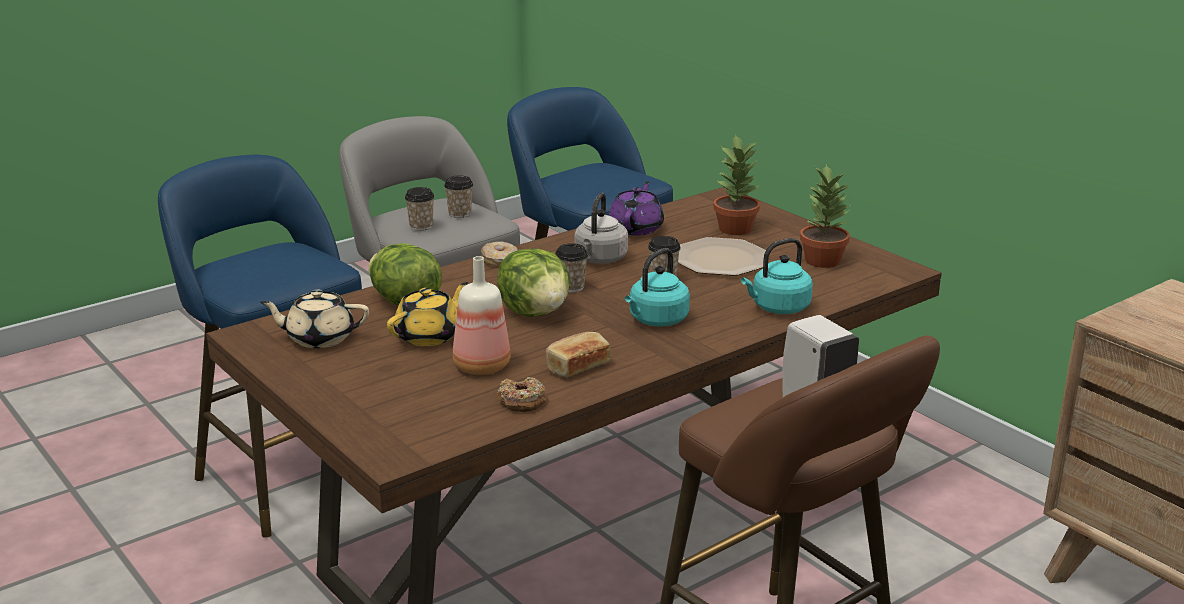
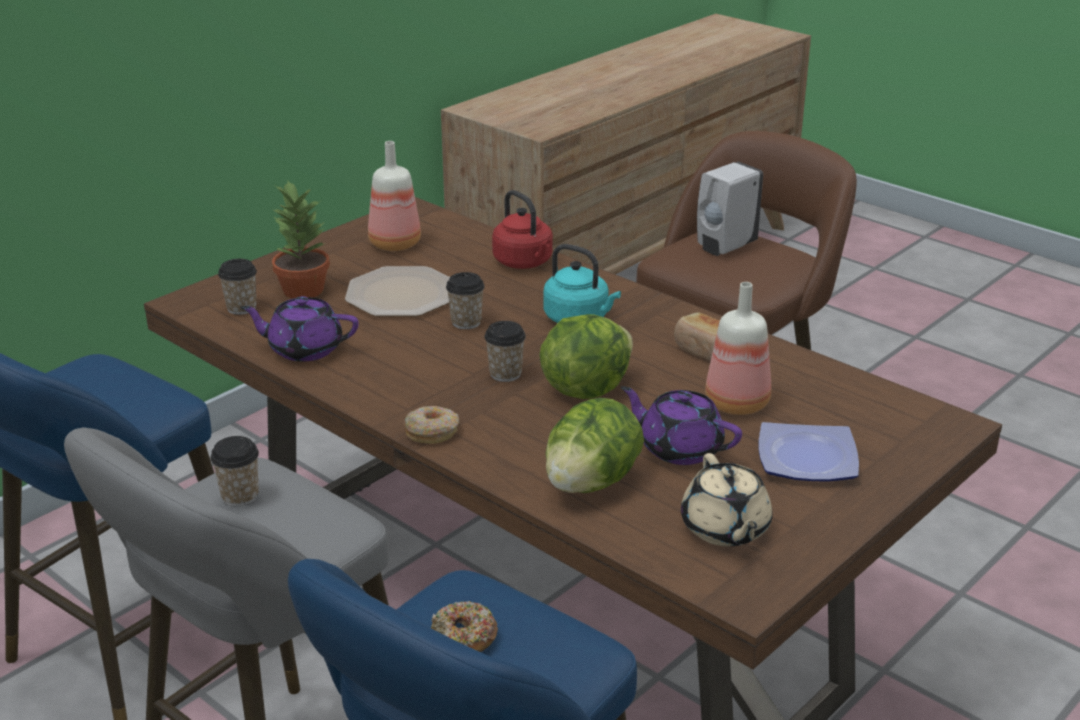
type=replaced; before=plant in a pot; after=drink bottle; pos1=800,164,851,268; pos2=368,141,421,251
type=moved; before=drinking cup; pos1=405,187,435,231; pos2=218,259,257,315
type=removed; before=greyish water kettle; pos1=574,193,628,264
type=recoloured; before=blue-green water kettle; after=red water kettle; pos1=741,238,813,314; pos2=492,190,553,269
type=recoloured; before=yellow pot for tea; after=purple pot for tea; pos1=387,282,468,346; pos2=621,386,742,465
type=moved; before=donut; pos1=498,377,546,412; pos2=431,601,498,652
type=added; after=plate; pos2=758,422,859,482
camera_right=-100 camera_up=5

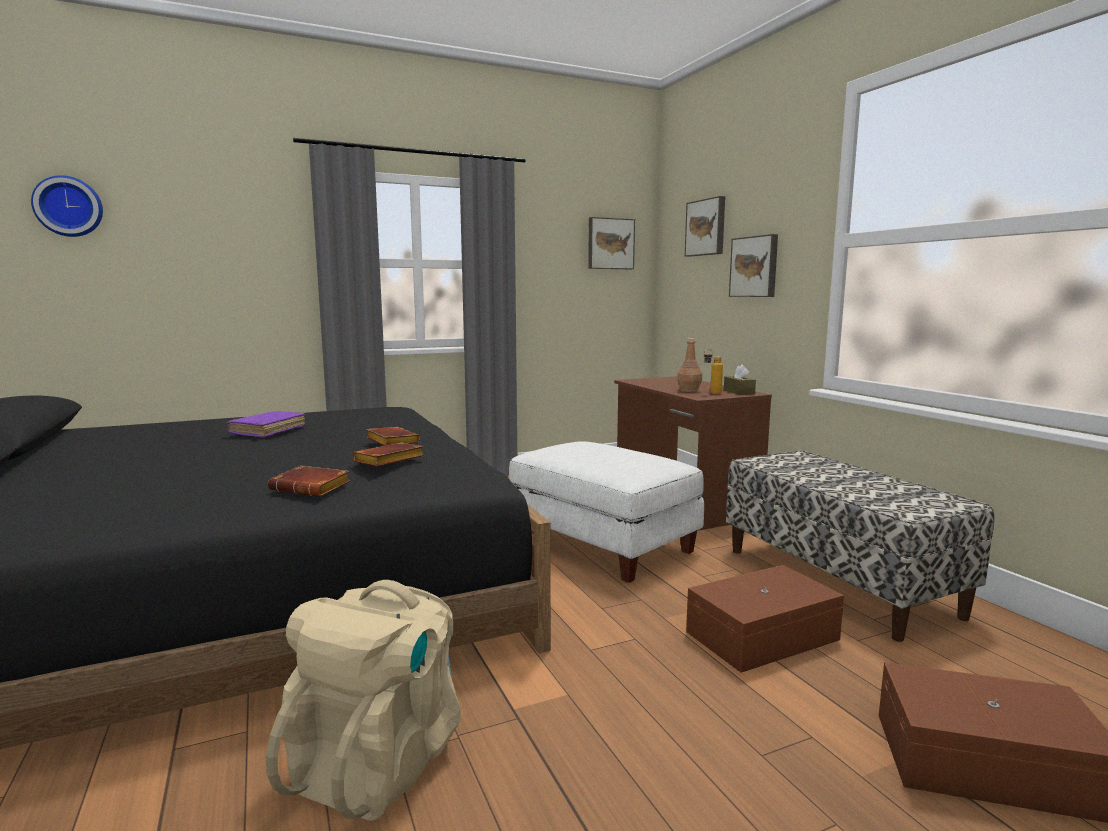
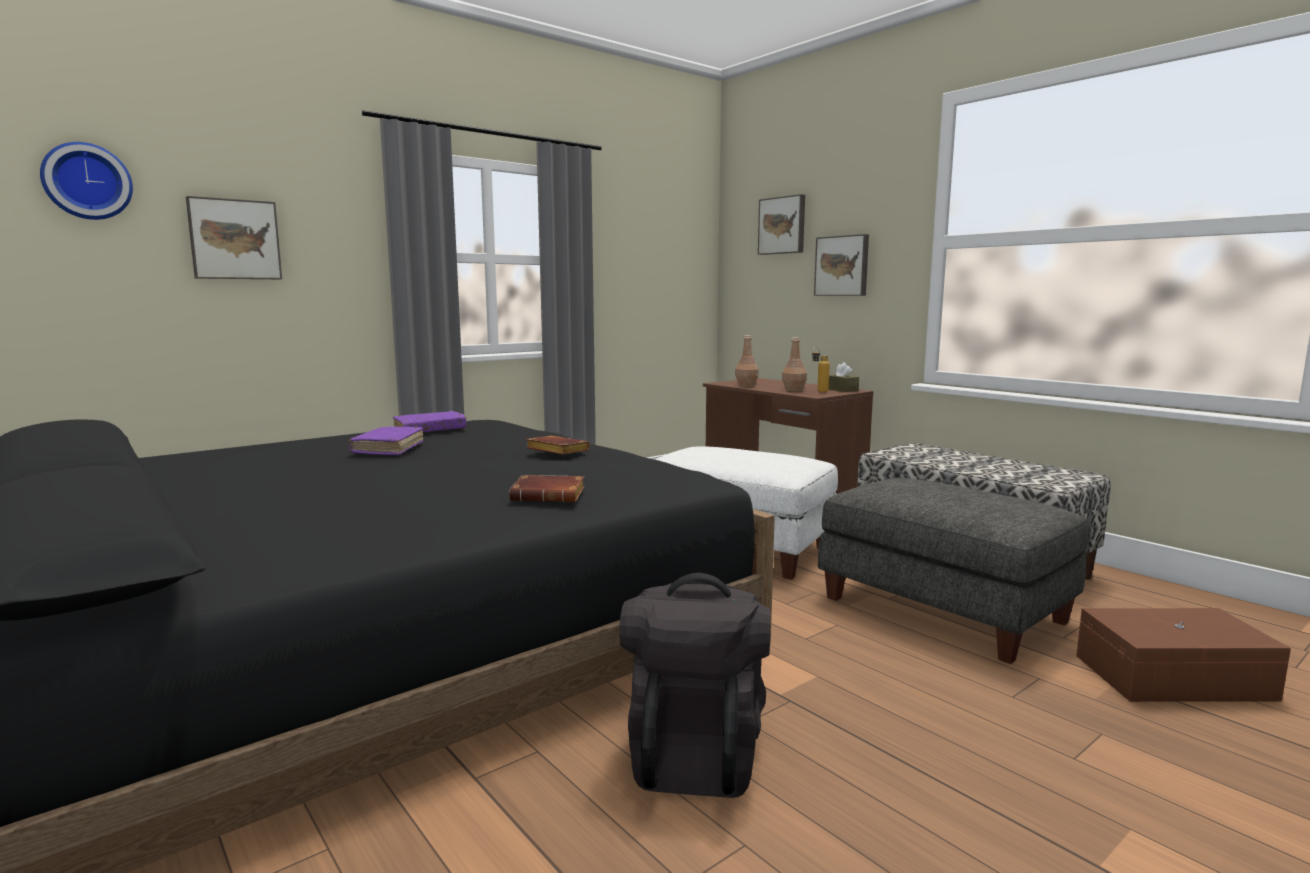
type=moved; before=wall picture; pos1=588,217,635,269; pos2=186,196,282,279
type=removed; before=brown volume; pos1=353,442,424,466
type=replaced; before=brown storage bin; after=greyish footrest; pos1=686,565,844,673; pos2=818,478,1090,664
type=recoloured; before=beige-coloured knapsack; after=black-coloured knapsack; pos1=266,580,460,821; pos2=619,573,770,798
type=added; after=brown drink bottle; pos2=735,335,759,387
type=added; after=purple volume; pos2=393,411,466,432
camera_right=-15 camera_up=0

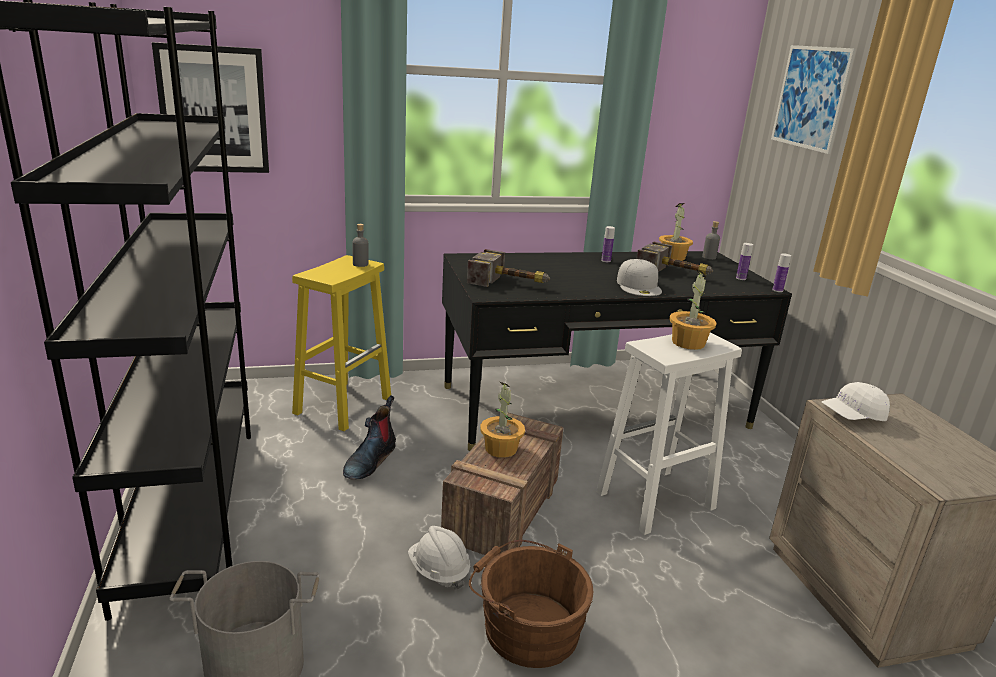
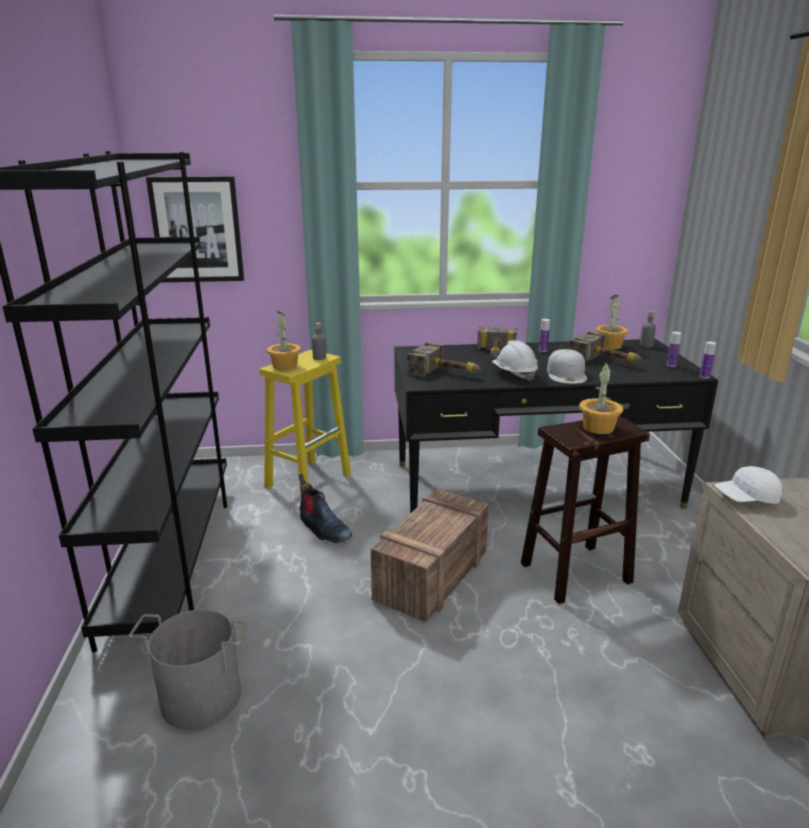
type=removed; before=wall picture; pos1=771,45,856,154
type=recoloured; before=white stool seat; after=brown stool seat; pos1=596,333,742,535; pos2=521,416,650,604
type=moved; before=plant in a pot; pos1=480,382,525,458; pos2=267,311,301,370
type=turned; before=high-top boot; pos1=343,396,396,479; pos2=299,474,352,543; turn=-75
type=moved; before=white safety helmet; pos1=408,526,470,590; pos2=492,340,538,381
type=removed; before=brown bucket; pos1=469,540,593,668
type=added; after=tool hammer; pos2=477,326,517,358
camera_right=10 camera_up=0

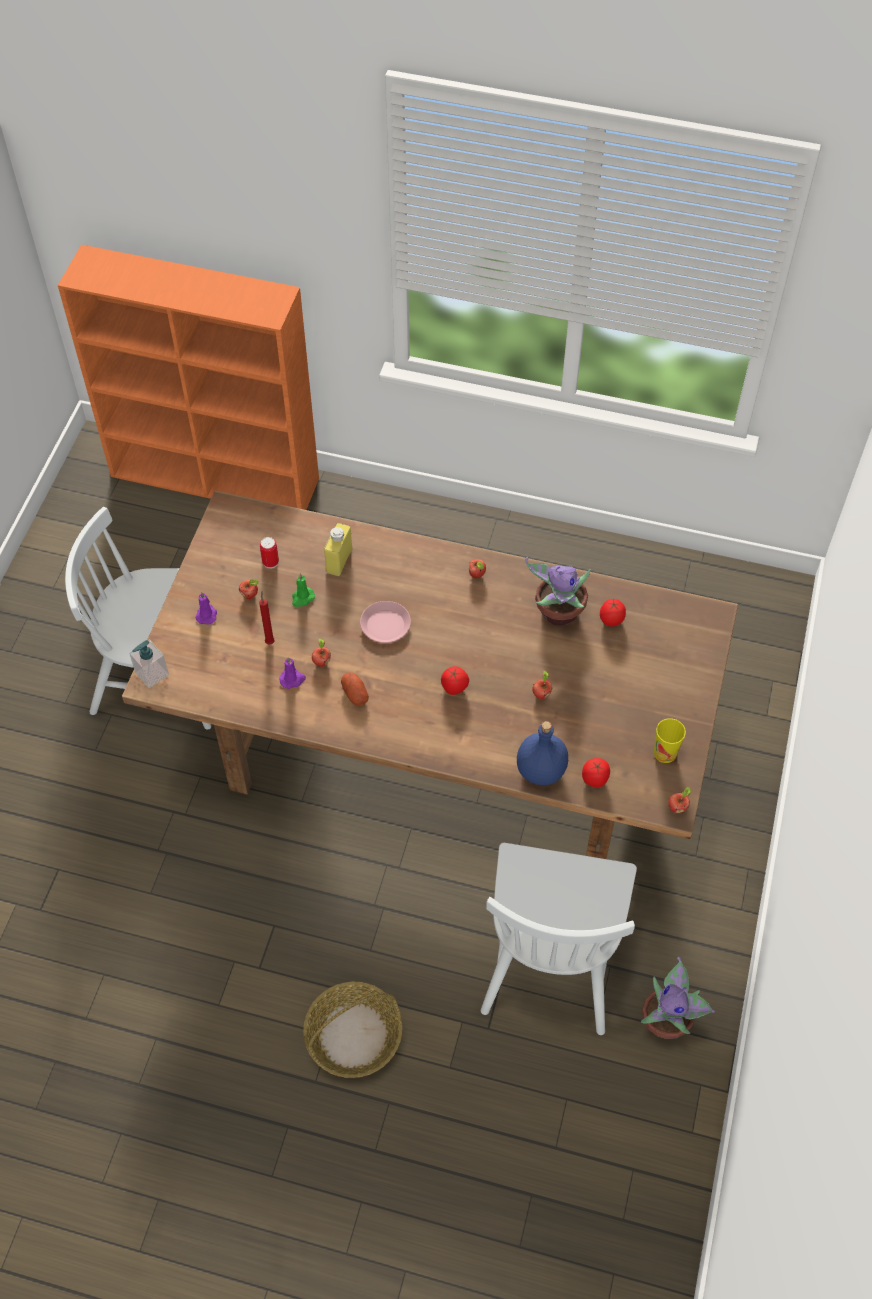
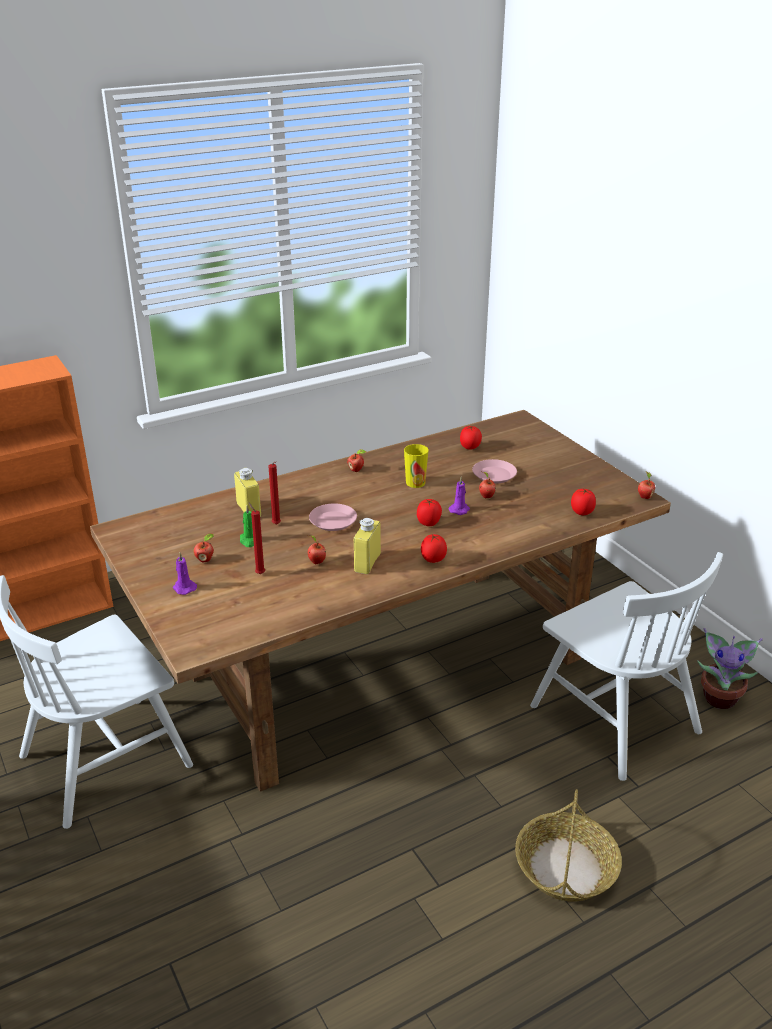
type=removed; before=can; pos1=260,537,279,569
type=removed; before=plant in a pot; pos1=525,557,591,626
type=removed; before=soap bottle; pos1=129,640,169,688
type=moved; before=purple candle; pos1=279,657,306,689; pos2=449,477,470,515
type=replaced; before=whole potato; after=yellow drink bottle; pos1=341,673,369,706; pos2=354,518,381,574
type=moved; before=drinking cup; pos1=654,718,686,763; pos2=404,444,429,488
type=removed; before=blue-coloured drink bottle; pos1=517,721,568,785
type=added; after=pinkish plate; pos2=472,459,517,484
type=added; after=red candle; pos2=268,462,281,525
type=added; after=fresh tomato; pos2=421,534,447,563
camera_right=-45 camera_up=-25

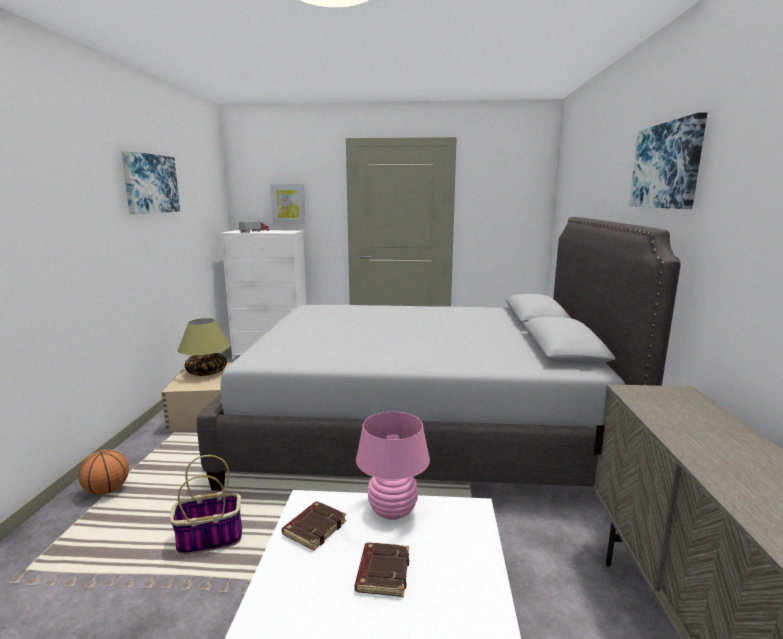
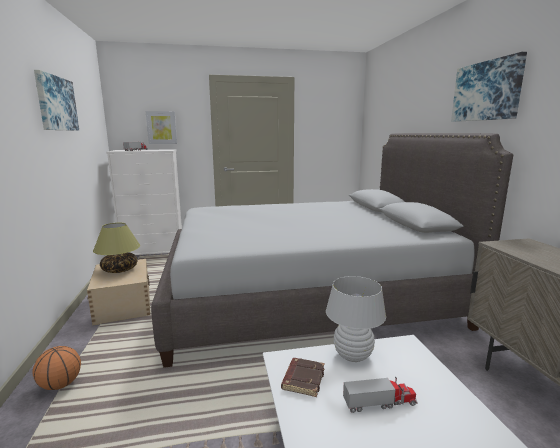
type=recoloured; before=pinkish lamp for a table; after=white lamp for a table; pos1=356,412,430,520; pos2=326,276,386,362
type=removed; before=basket; pos1=170,455,242,555
type=replaced; before=brown volume; after=toy truck; pos1=355,543,409,597; pos2=343,377,418,413
camera_right=-15 camera_up=0

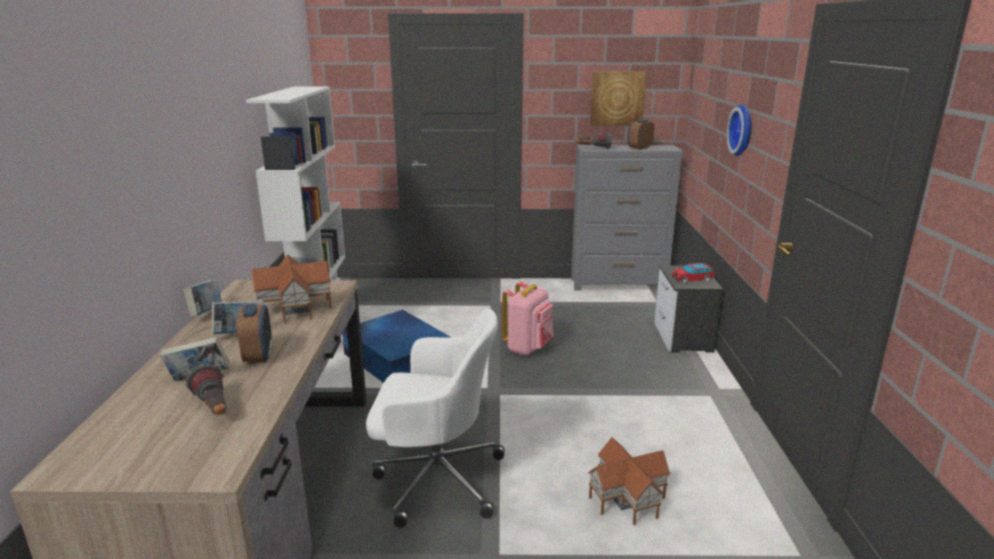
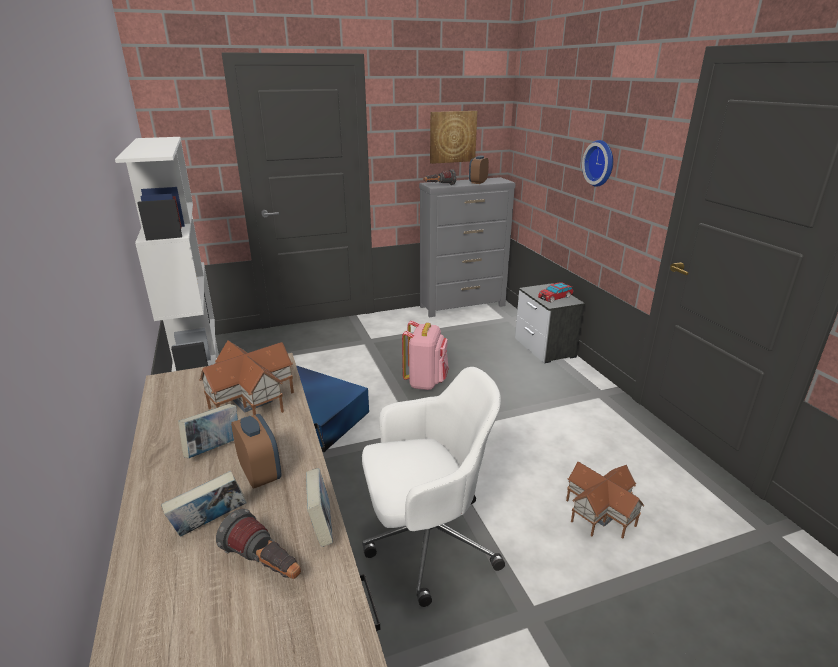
type=moved; before=volume; pos1=183,279,222,317; pos2=306,468,333,547
camera_right=-20 camera_up=5

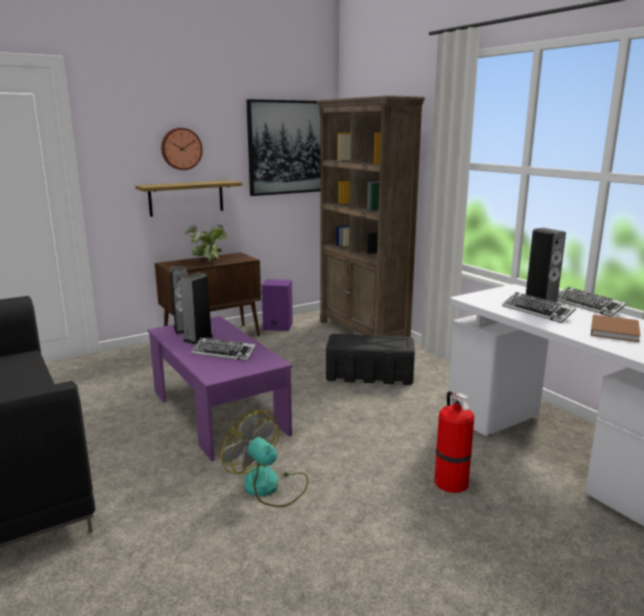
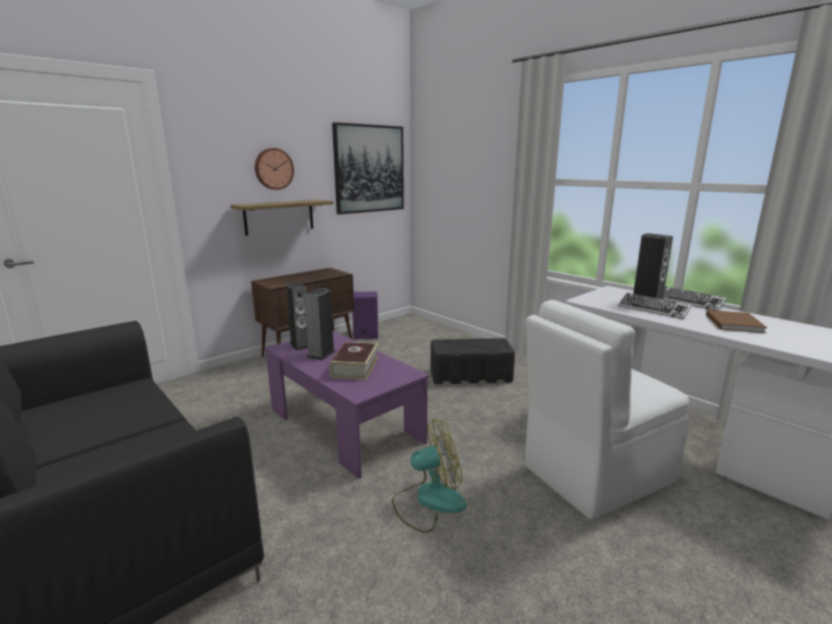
type=removed; before=brown bookcase; pos1=316,95,425,337
type=removed; before=plant in a pot; pos1=185,225,227,262
type=replaced; before=PC keyboard; after=volume; pos1=191,338,256,361; pos2=330,342,378,380
type=replaced; before=extinguisher; after=white plain chair; pos1=434,391,474,493; pos2=525,300,690,520
type=turned; before=fan; pos1=220,410,308,507; pos2=392,418,467,533; turn=135
camera_right=-10 camera_up=0

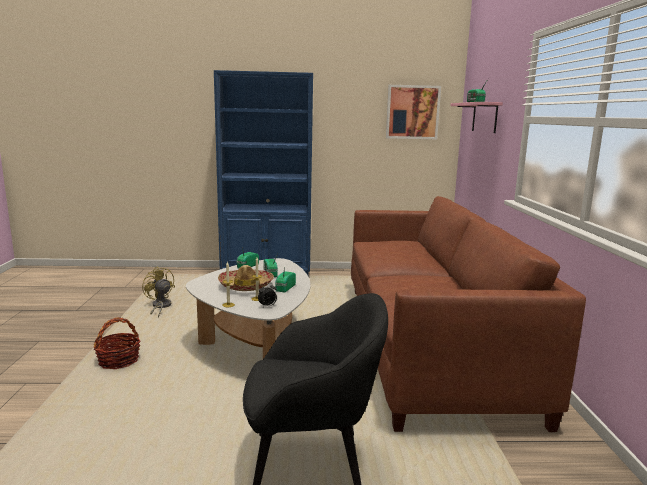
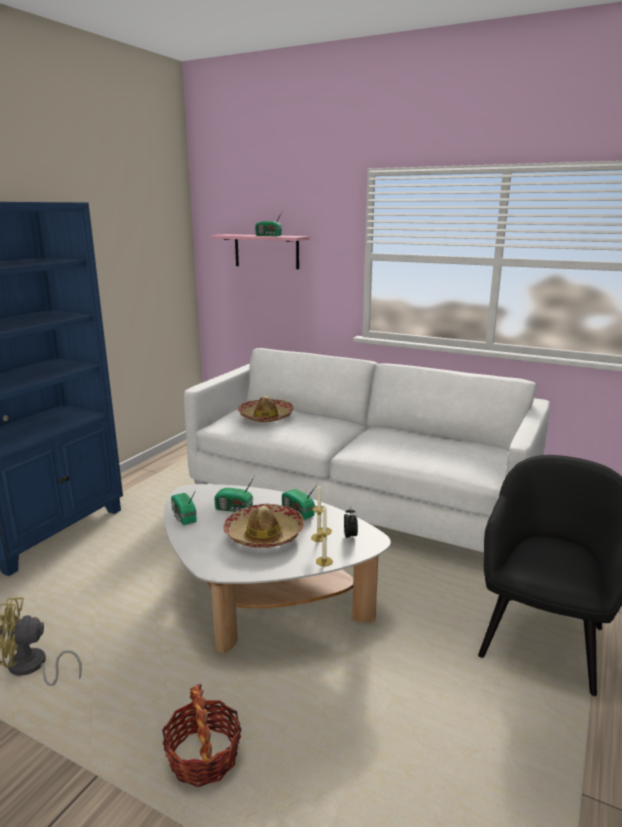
type=removed; before=wall picture; pos1=386,85,441,139
type=recoloured; before=brown couch; after=white couch; pos1=351,196,586,432; pos2=184,348,550,553
type=added; after=hat; pos2=237,396,294,422
camera_right=-60 camera_up=5

